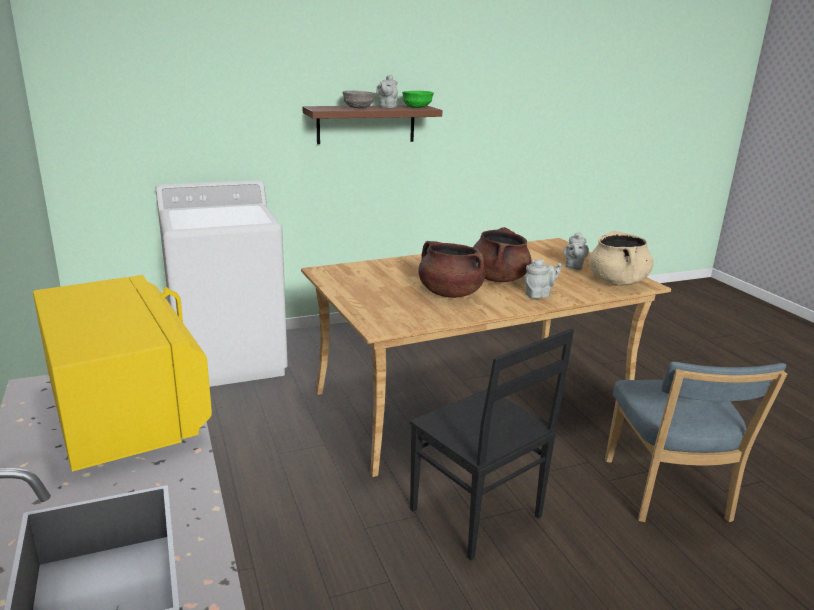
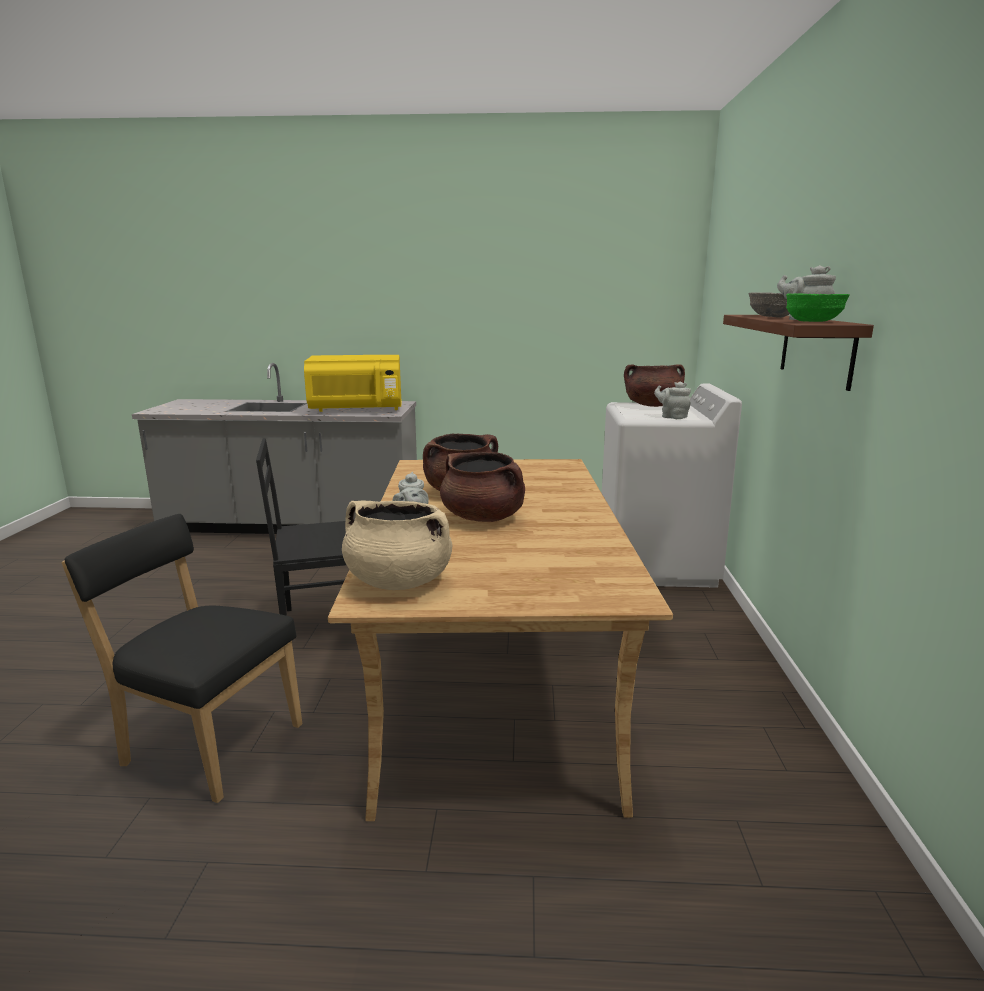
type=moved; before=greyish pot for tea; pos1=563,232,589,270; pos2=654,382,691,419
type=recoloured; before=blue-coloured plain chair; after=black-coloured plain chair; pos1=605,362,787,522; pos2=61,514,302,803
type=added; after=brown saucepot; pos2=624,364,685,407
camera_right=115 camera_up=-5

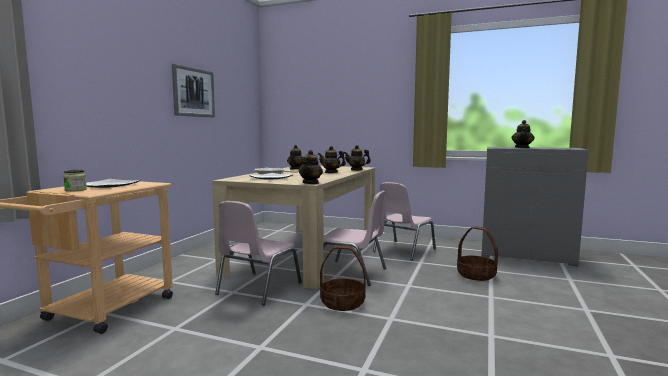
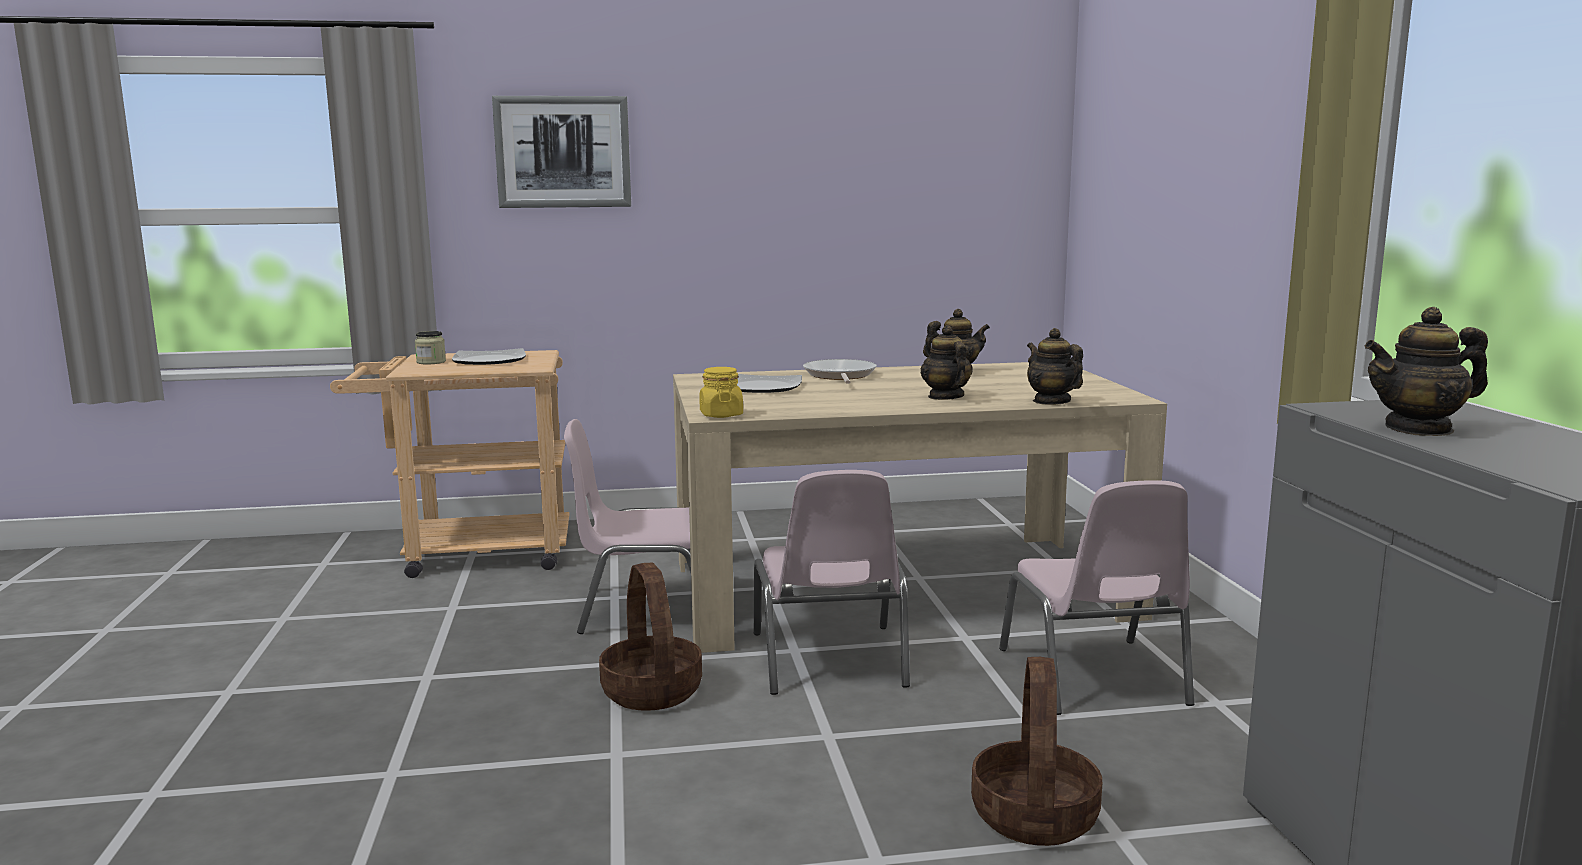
type=moved; before=wall picture; pos1=172,64,215,118; pos2=492,96,631,208
type=replaced; before=pot for tea; after=yellow storage jar; pos1=299,150,323,184; pos2=699,367,743,418
type=turned; before=pinkish plain chair; pos1=373,182,436,260; pos2=999,480,1194,715; turn=-105
camera_right=60 camera_up=5

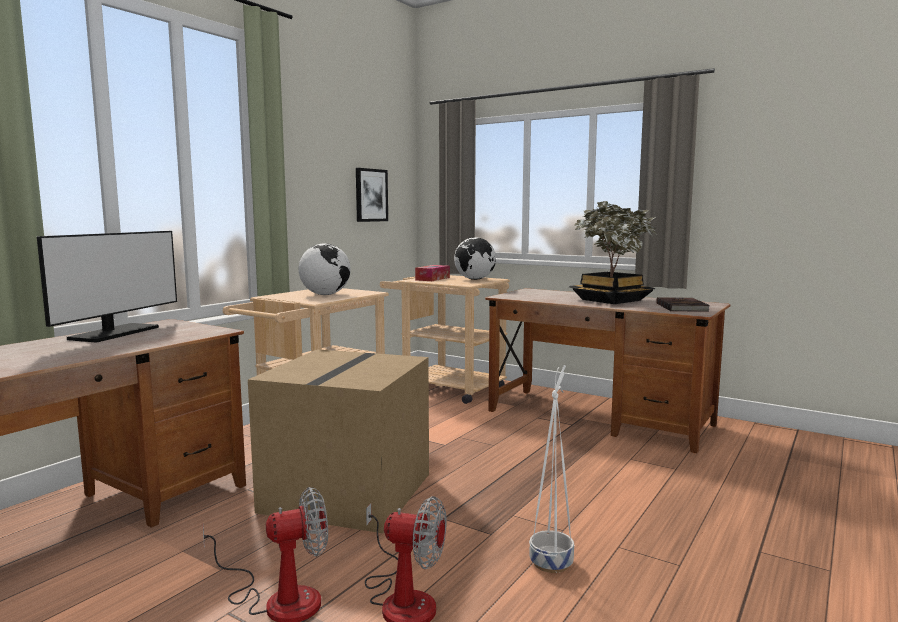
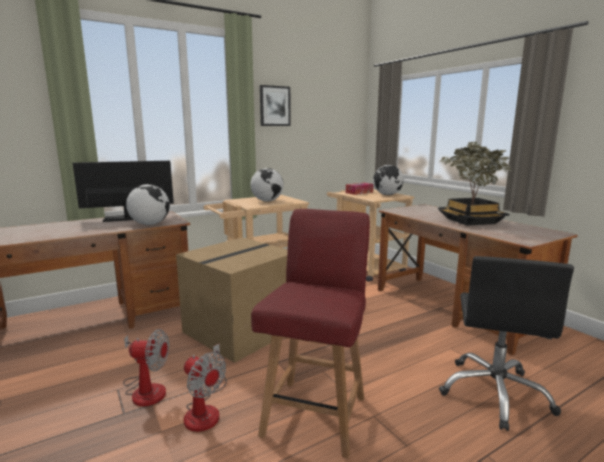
type=moved; before=wall picture; pos1=356,168,388,222; pos2=260,85,291,126
type=turned; before=computer screen; pos1=37,231,177,343; pos2=73,161,174,222; turn=-150
type=removed; before=brown volume; pos1=656,297,710,312
type=replaced; before=white flower pot; after=red plain chair; pos1=529,365,574,573; pos2=251,209,370,459
type=added; after=world globe; pos2=126,184,170,225
type=added; after=black-coloured computer chair; pos2=439,256,574,431
camera_right=25 camera_up=5

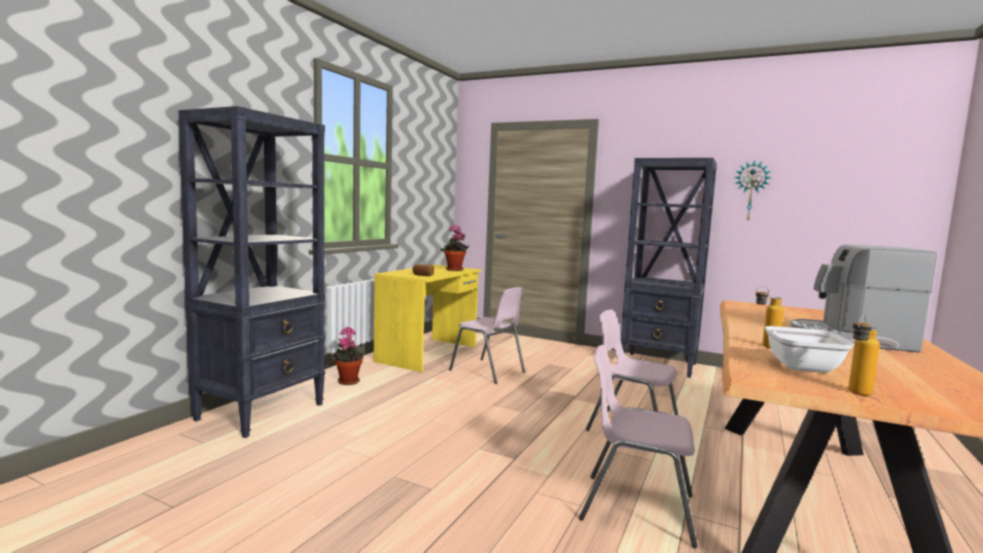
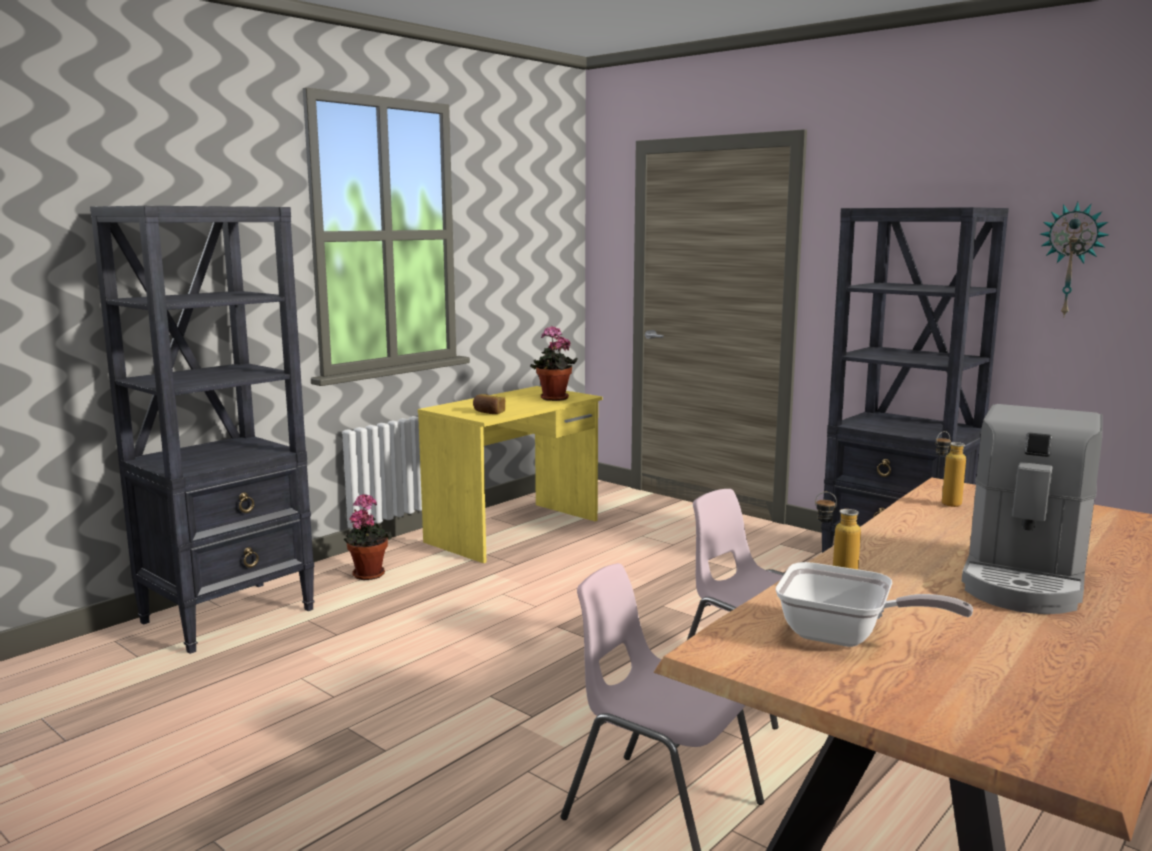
type=turned; before=coffee maker; pos1=791,244,937,352; pos2=961,404,1103,614; turn=-90
type=removed; before=pinkish plain chair; pos1=449,287,525,384
type=moved; before=drink bottle; pos1=848,315,880,396; pos2=936,431,966,507
camera_right=15 camera_up=5

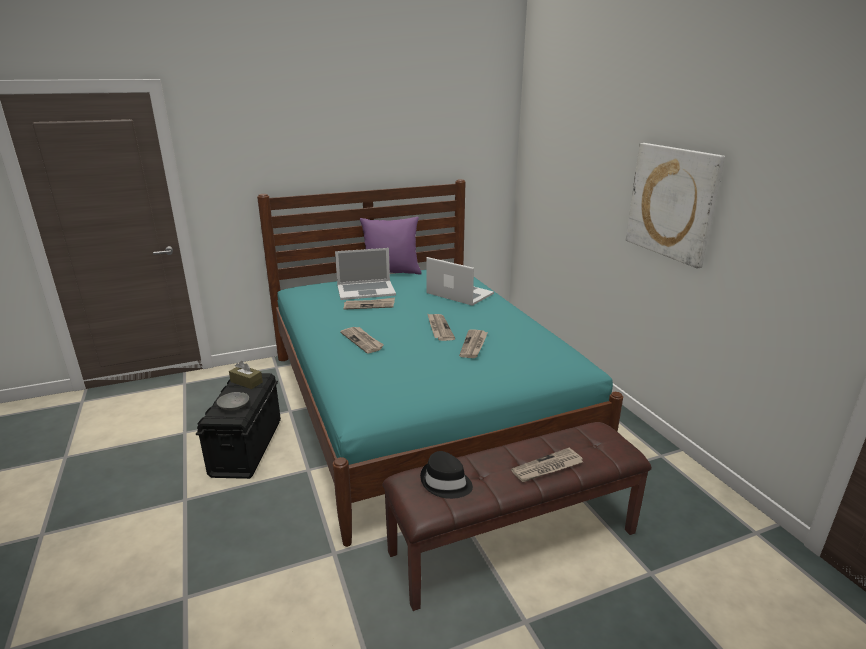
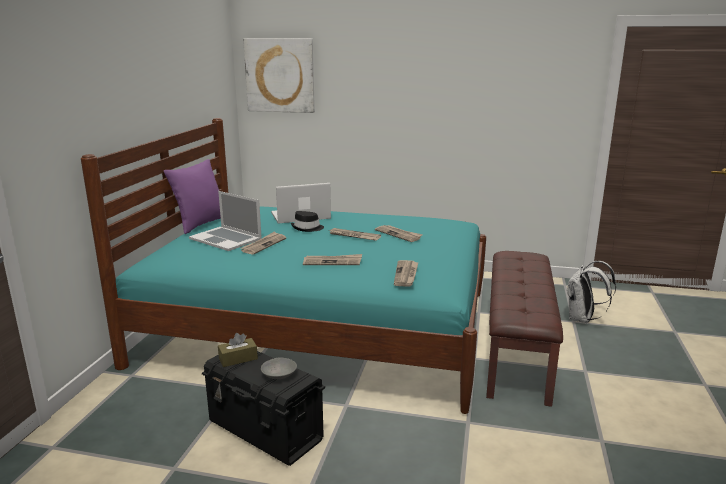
type=moved; before=wall picture; pos1=626,143,725,268; pos2=243,38,315,113
type=turned; before=laptop; pos1=335,248,396,300; pos2=189,191,262,251; turn=105
type=moved; before=printed paper; pos1=511,448,583,482; pos2=394,260,418,287
type=moved; before=black-coloured hat; pos1=420,451,473,499; pos2=291,211,324,232
type=added; after=white knapsack; pos2=566,261,616,323
camera_right=-55 camera_up=-5

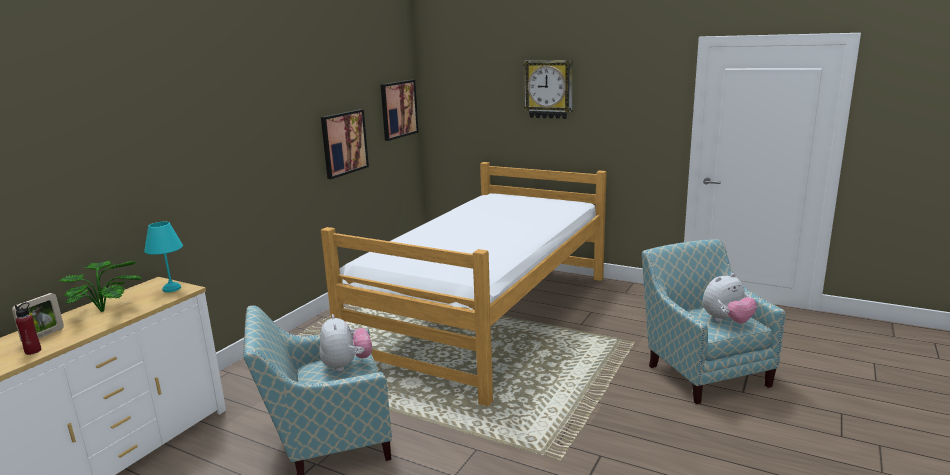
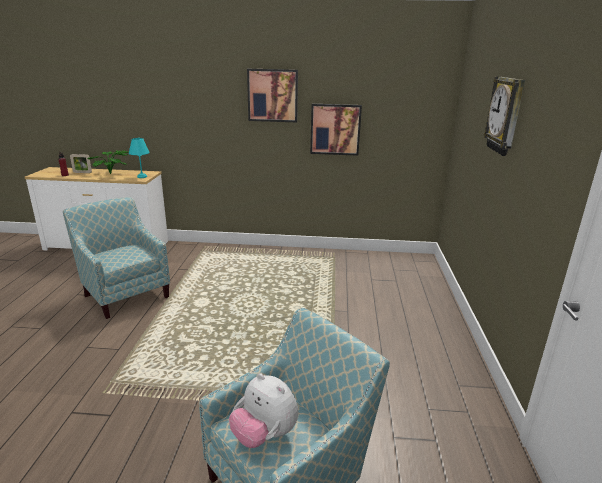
type=moved; before=wall picture; pos1=381,80,418,141; pos2=247,69,298,122
type=removed; before=bedroom bed; pos1=321,162,607,406
type=removed; before=plush toy; pos1=320,314,372,372
camera_right=65 camera_up=5

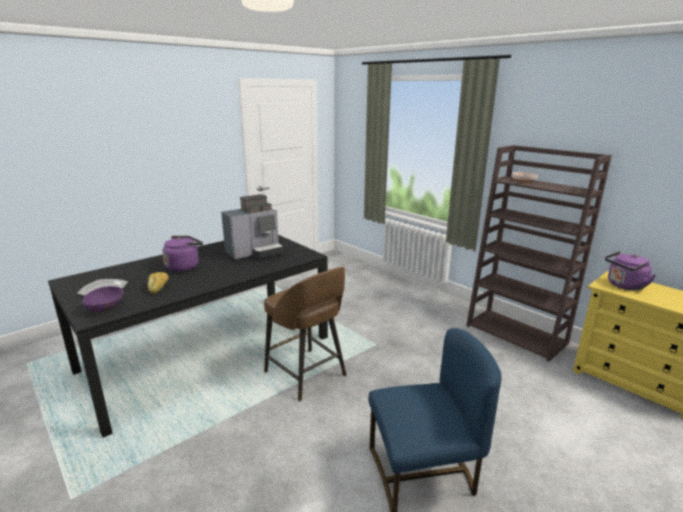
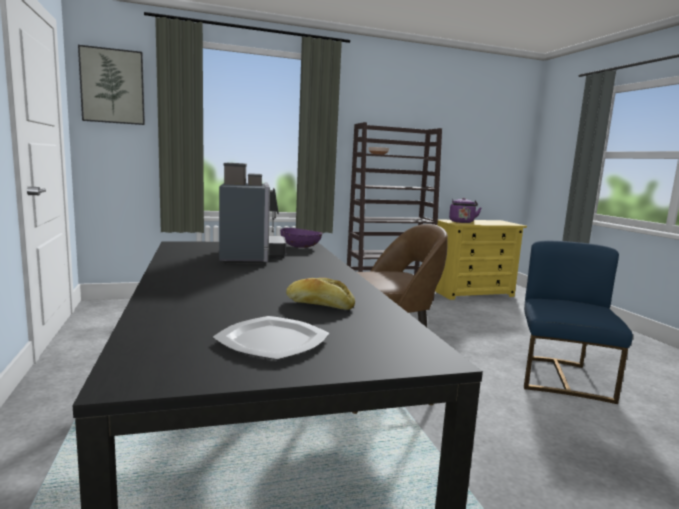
type=removed; before=purple water kettle; pos1=162,236,203,272
type=moved; before=purple bowl; pos1=82,286,123,312; pos2=280,228,323,248
type=added; after=wall picture; pos2=78,45,145,125
camera_right=-65 camera_up=-10

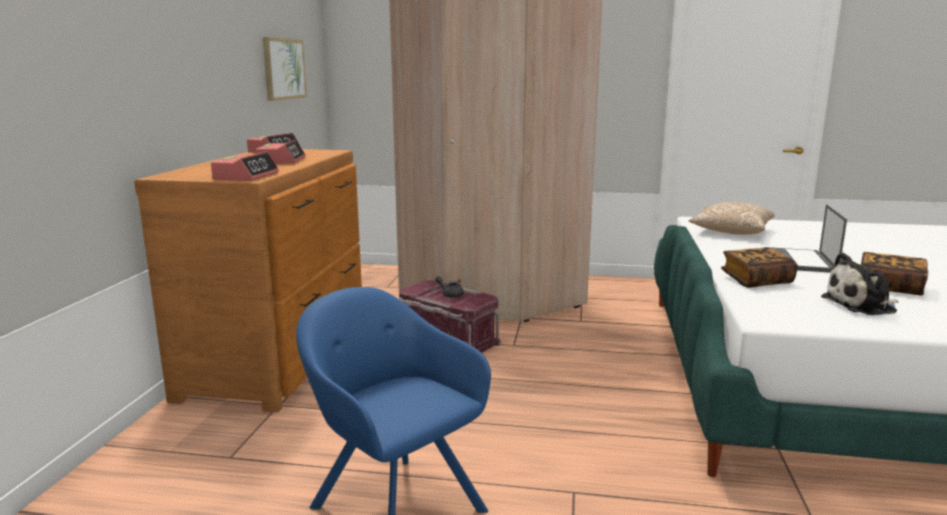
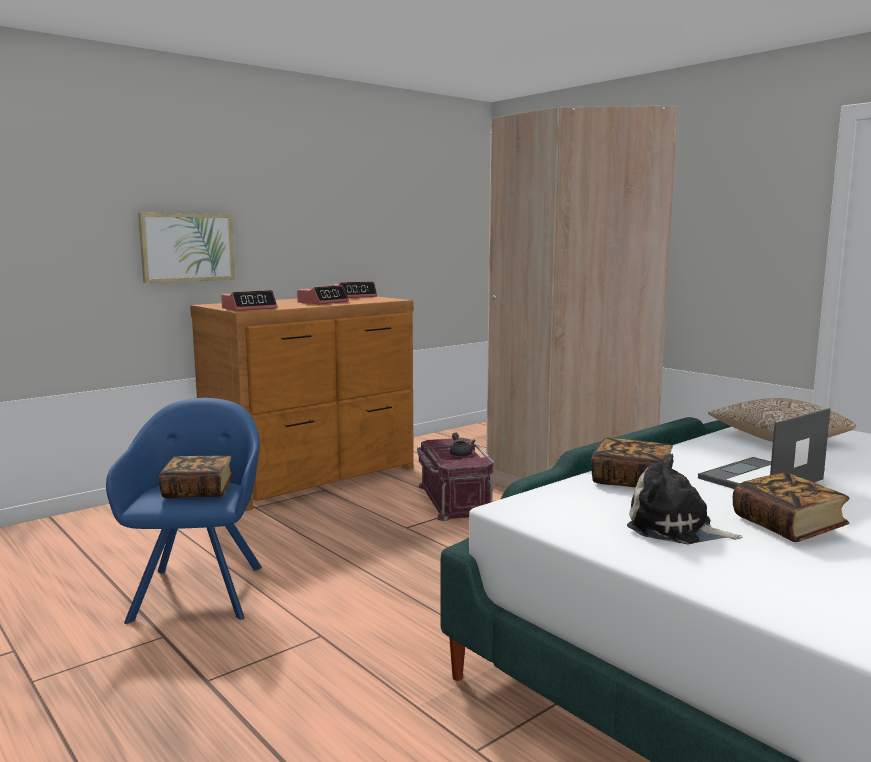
type=moved; before=wall picture; pos1=263,37,307,101; pos2=138,213,235,283
type=added; after=volume; pos2=159,455,234,498
camera_right=40 camera_up=-5

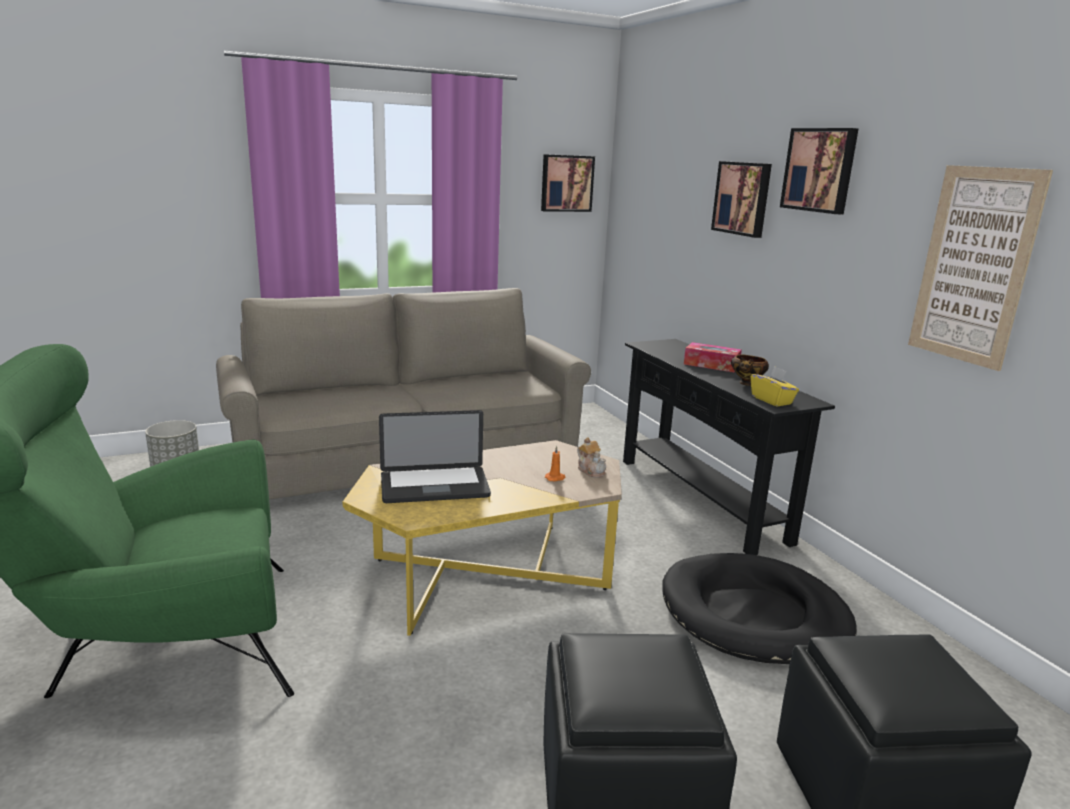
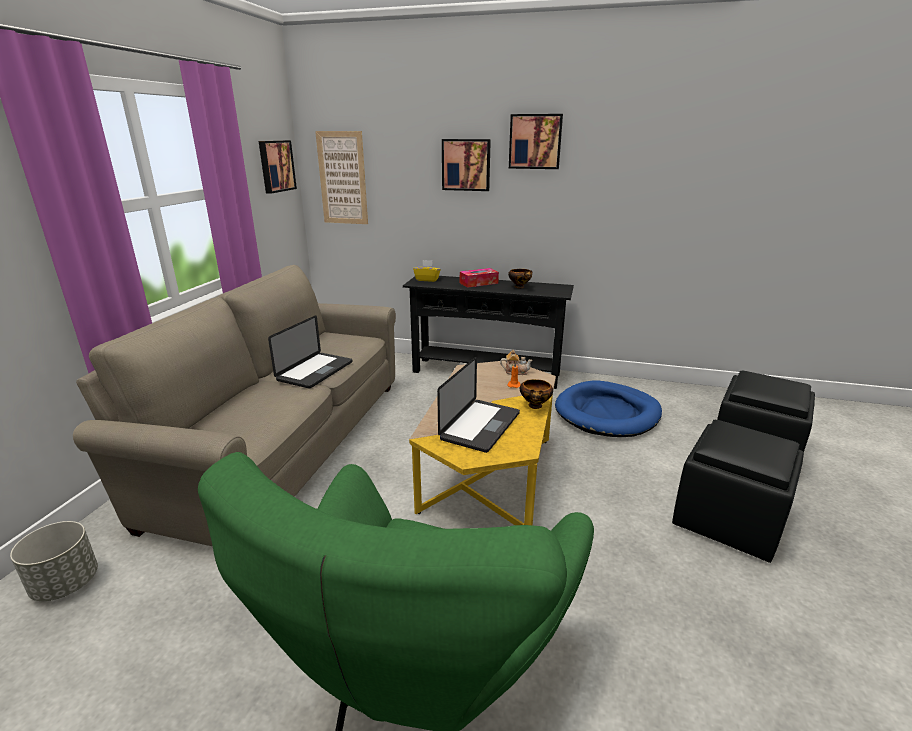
type=moved; before=wall picture; pos1=908,165,1053,371; pos2=315,131,368,224
type=moved; before=yellow tissue holder; pos1=751,366,799,406; pos2=413,260,441,282
type=recoloured; before=black-coloured dog cushion; after=blue-coloured dog cushion; pos1=662,553,857,664; pos2=555,380,662,437
type=added; after=laptop; pos2=268,315,353,389
type=added; after=bowl; pos2=520,379,553,409
camera_right=-50 camera_up=5

